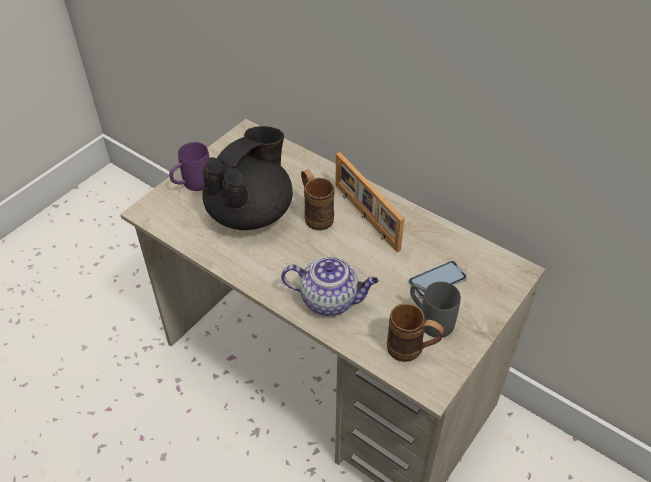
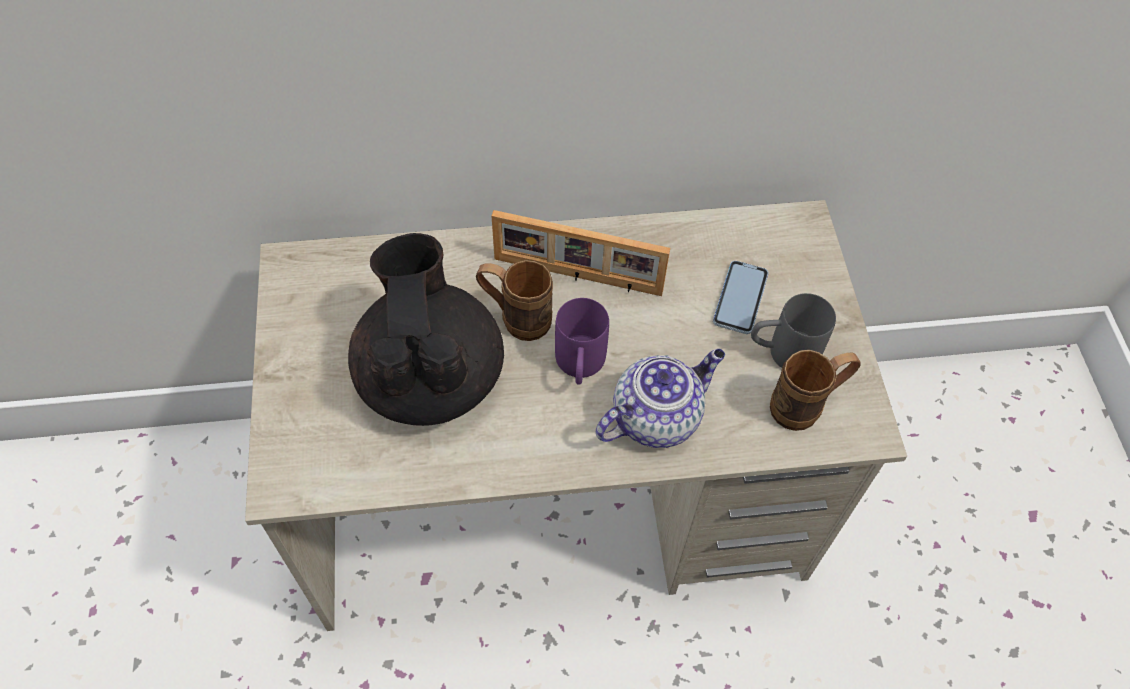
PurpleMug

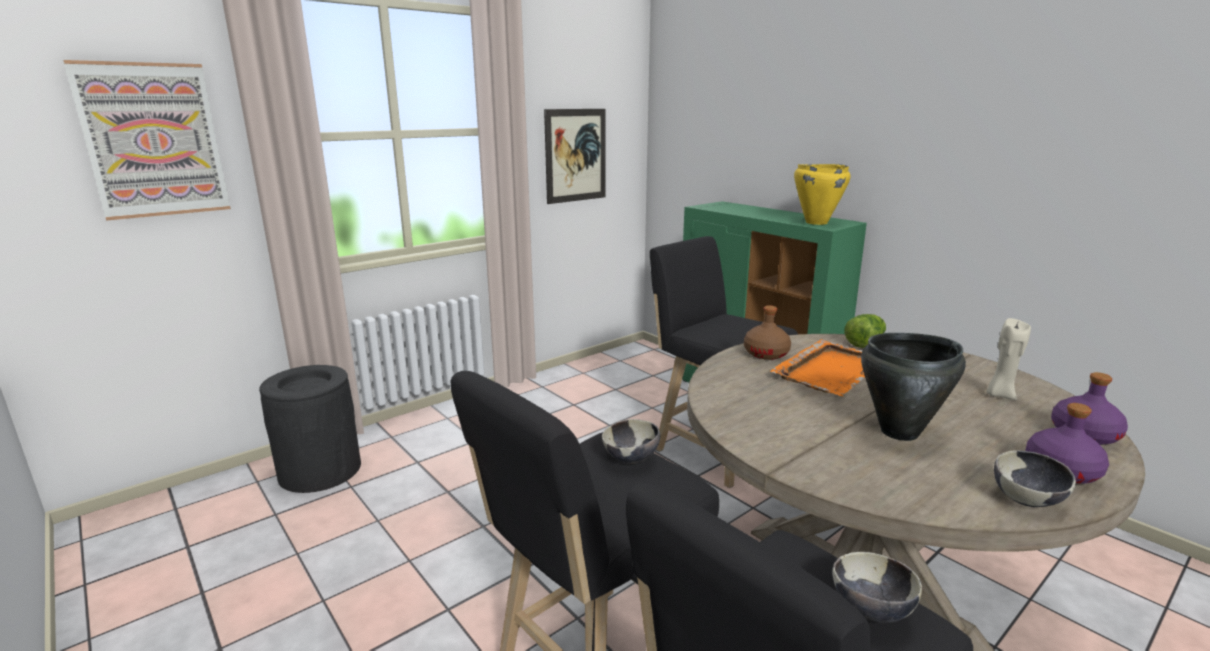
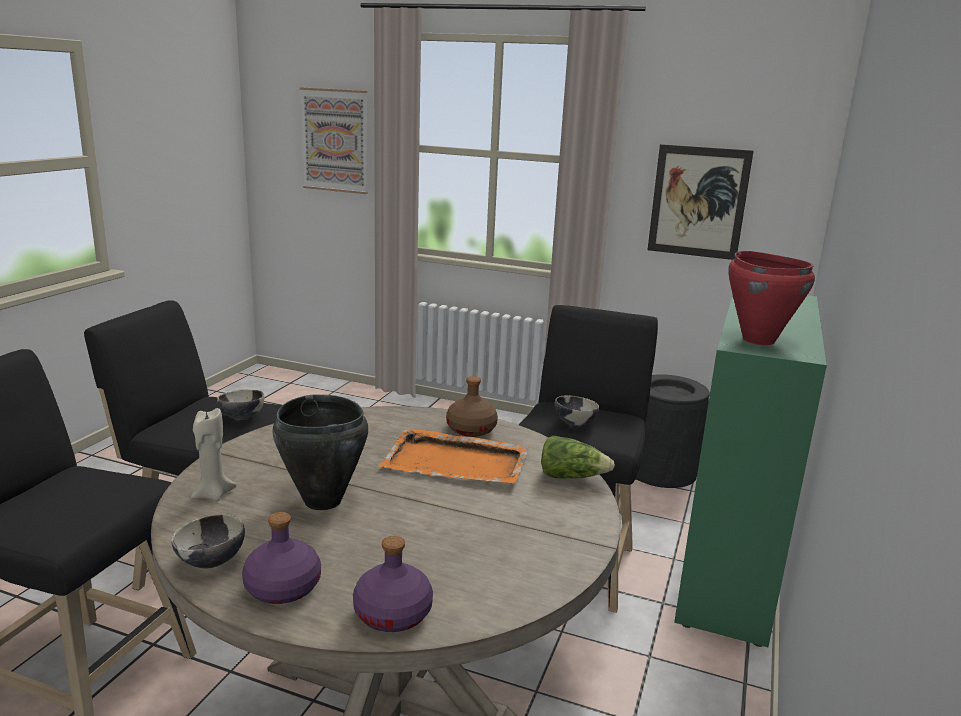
BeigeCandle
Bowl (3rd from left)
BlackTrashCan
RedCookingPot

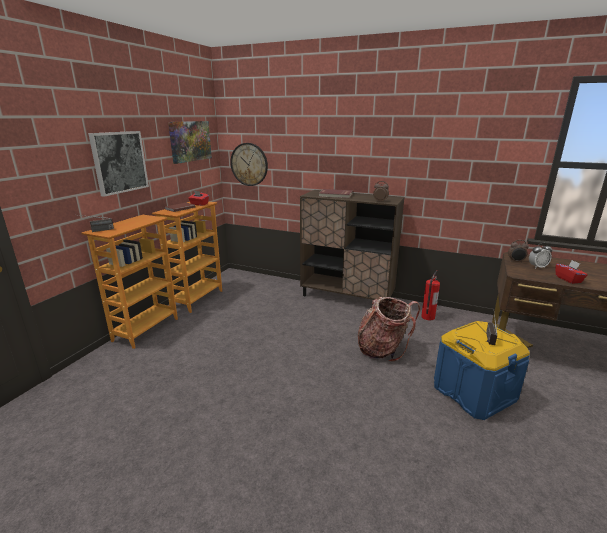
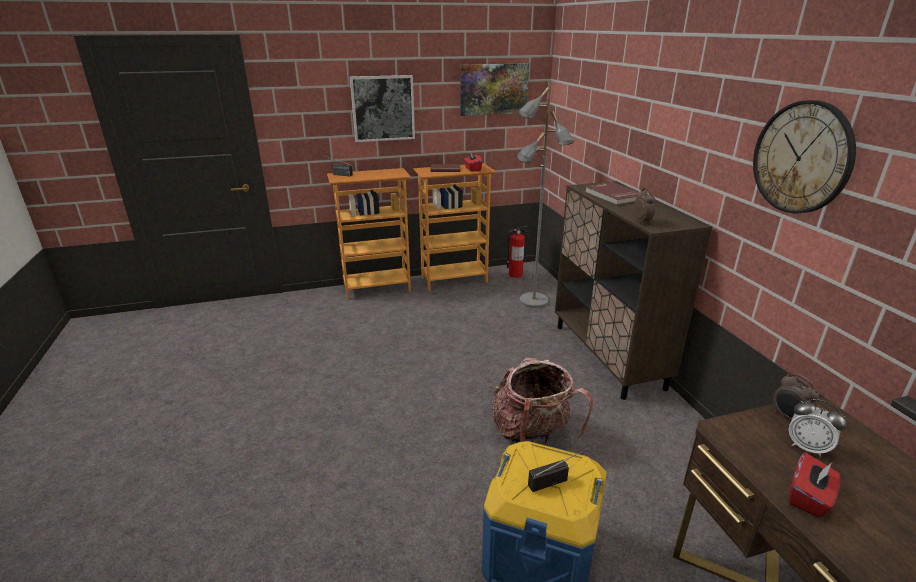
FireExtinguisher
GreyFloorLamp
WallClock

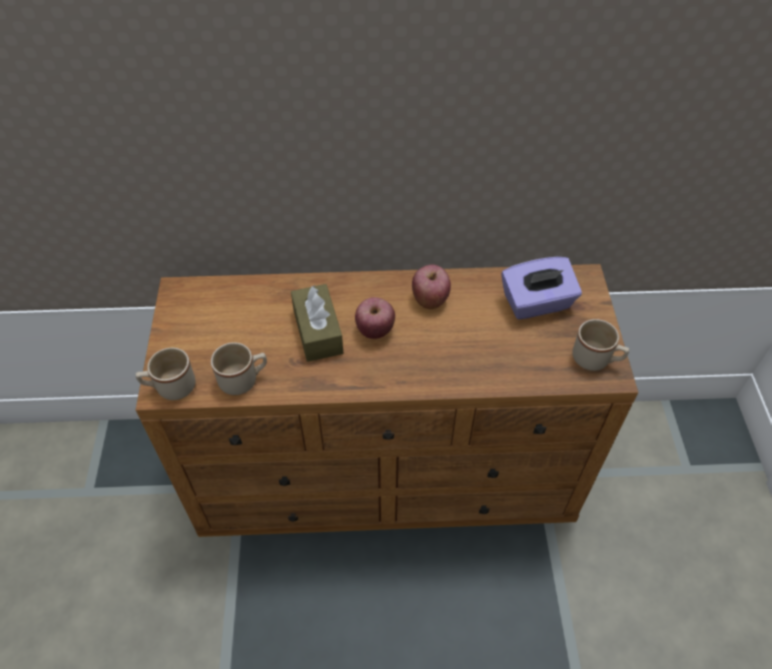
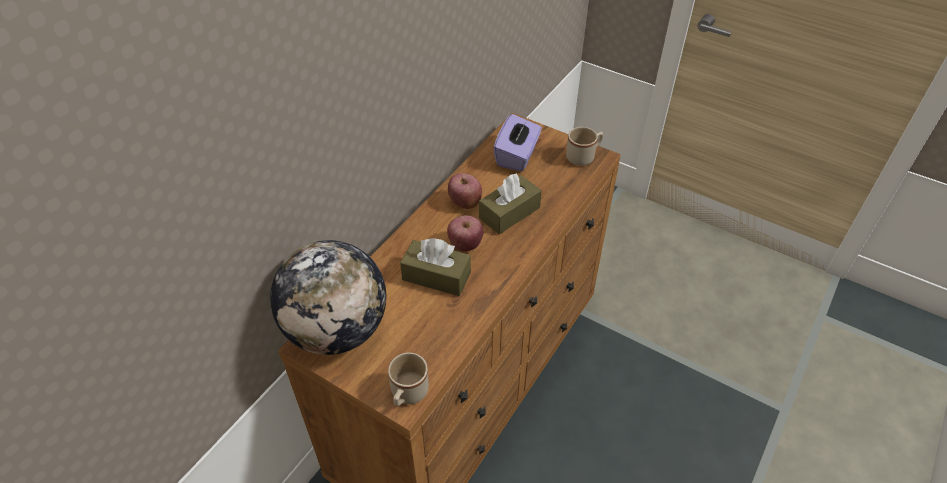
Globe
BrownTissueBox (2nd from left)
BeigeMug (2nd from left in the first image)

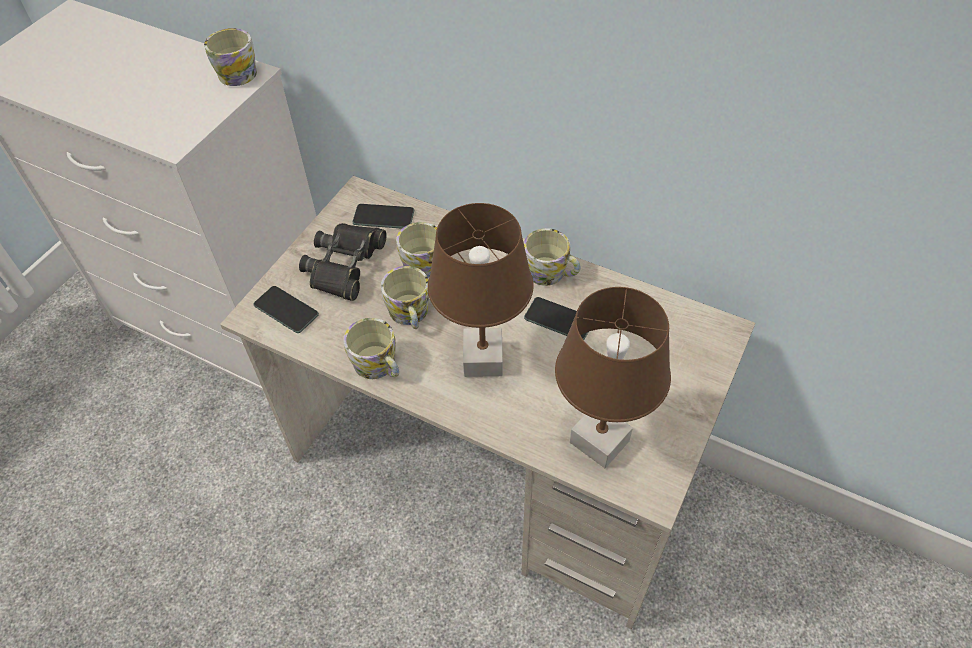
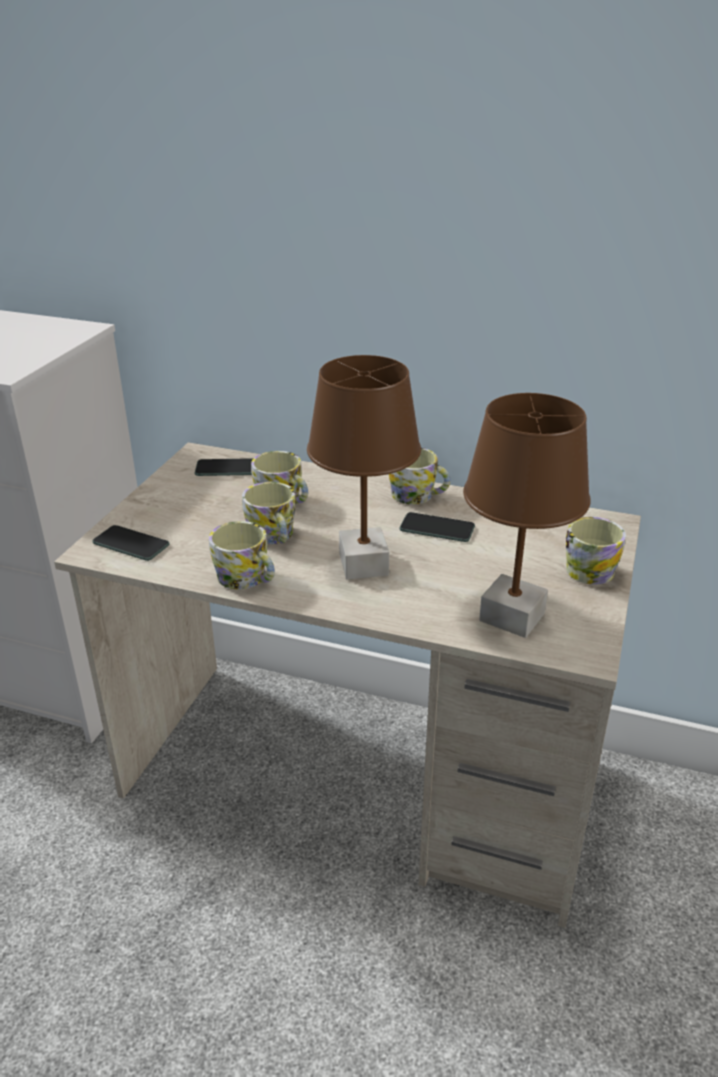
Mug (5th from left)
BlackBinoculars

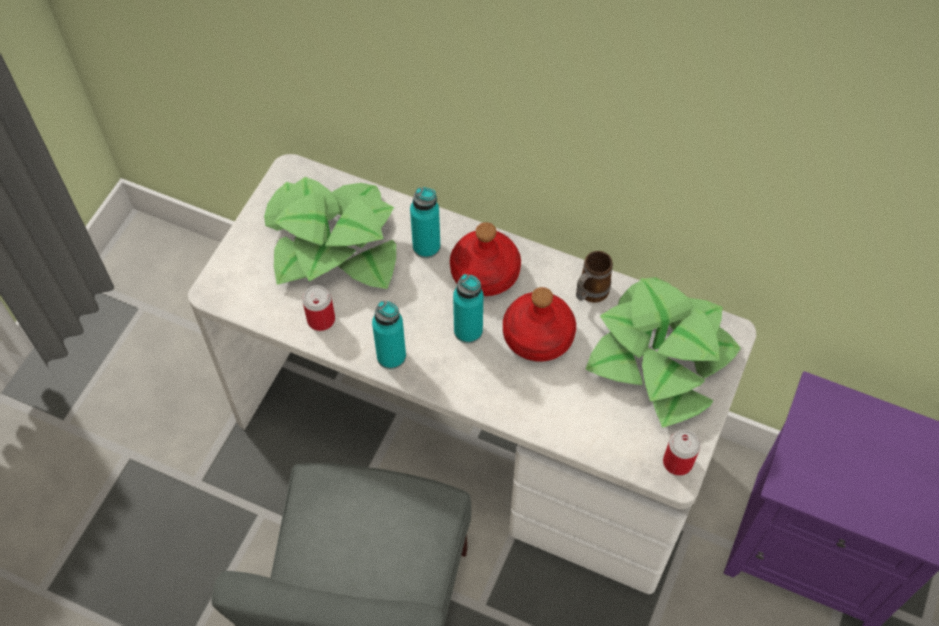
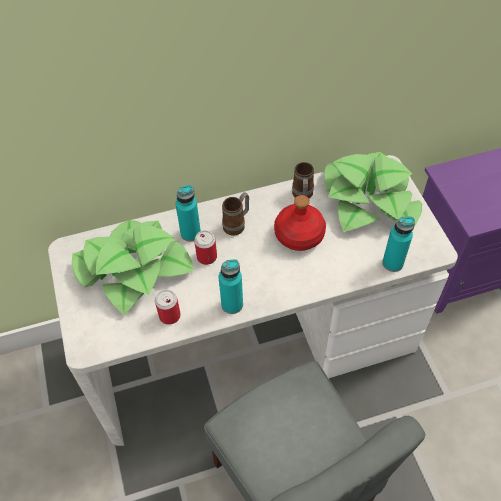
Can (2nd from left)
Mug (1st from left)
TurquoiseBottle (3rd from left)

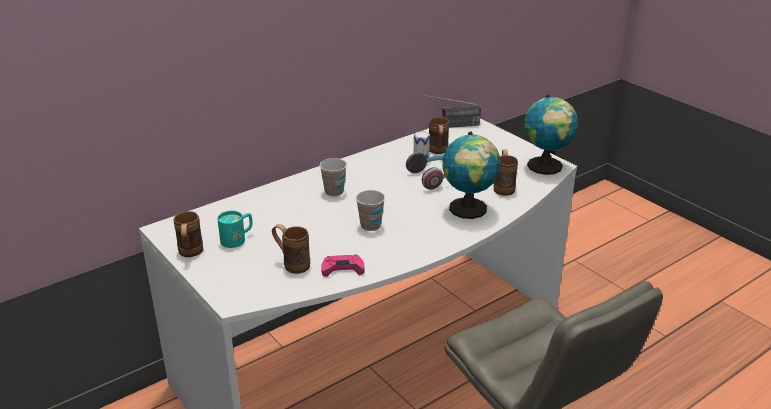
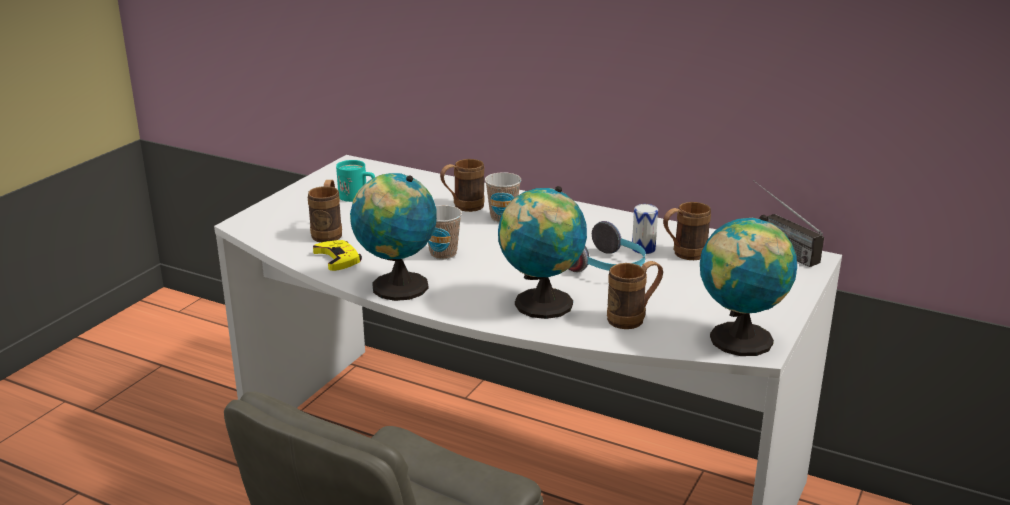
YellowGameController
Globe (1st from left)
BrownMug (2nd from left)

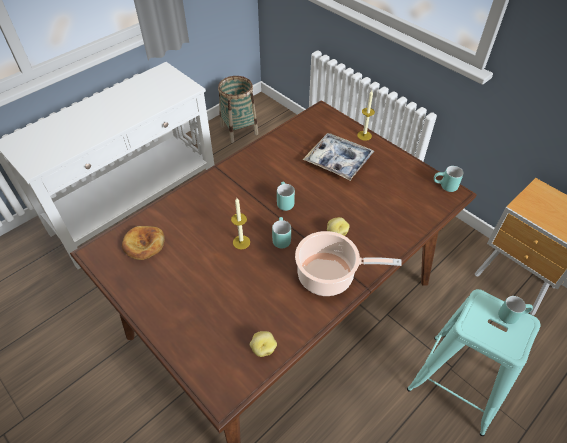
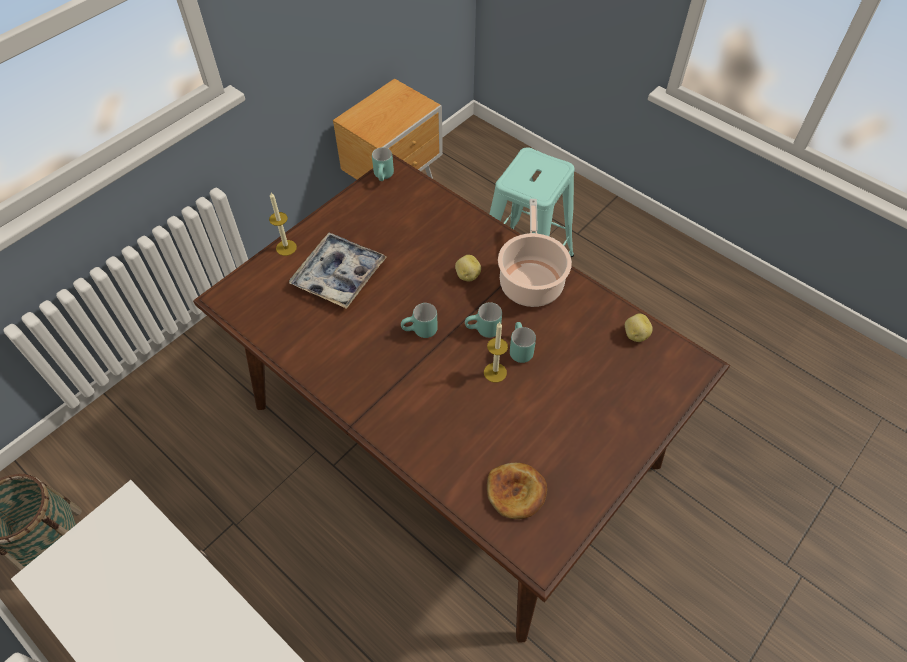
TurquoiseMug (4th from left)

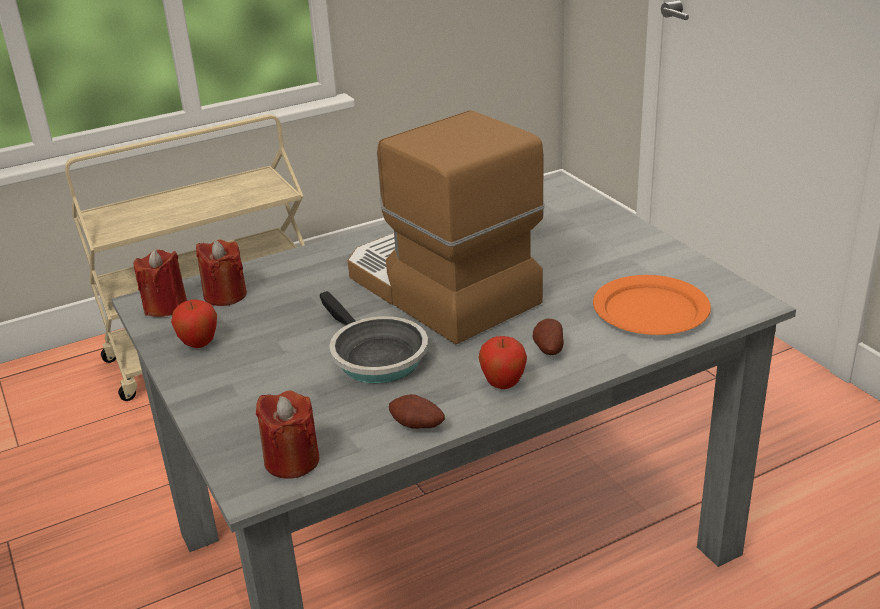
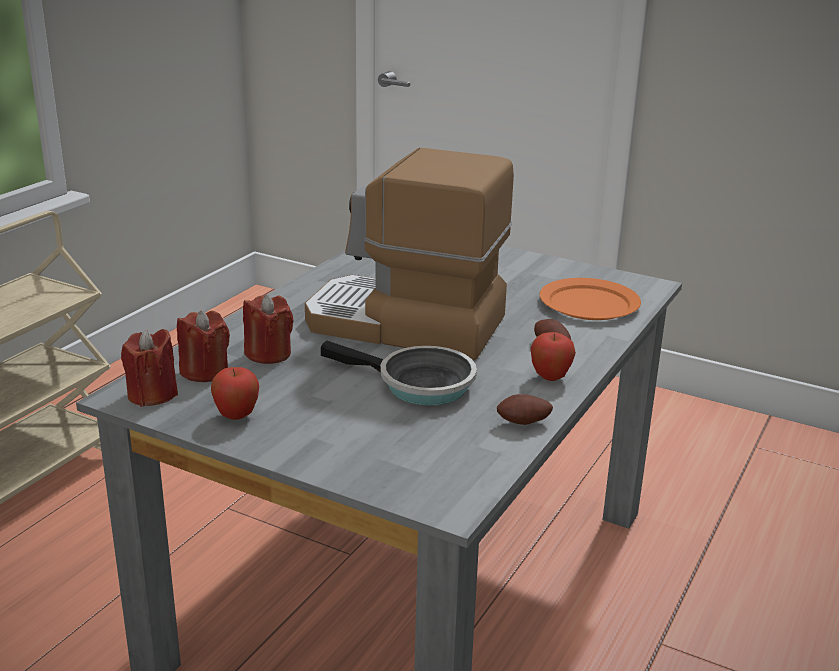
RedCandle (3rd from left)

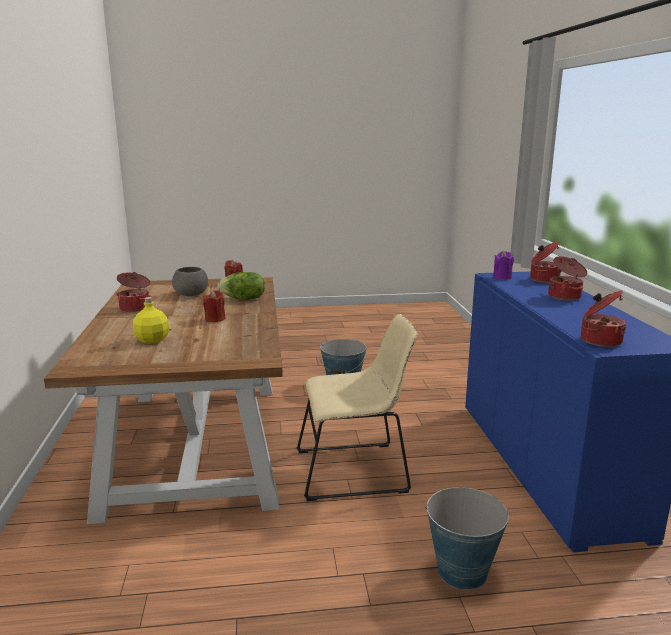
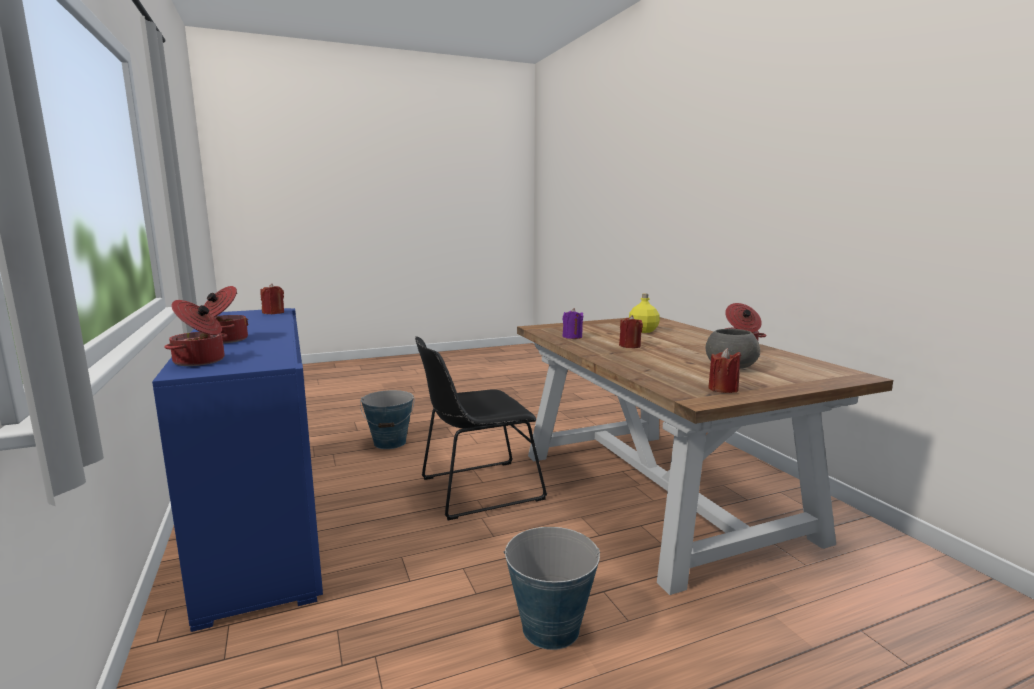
RedCandle (1st from left)
BlackChair
PurpleCandle
Lettuce

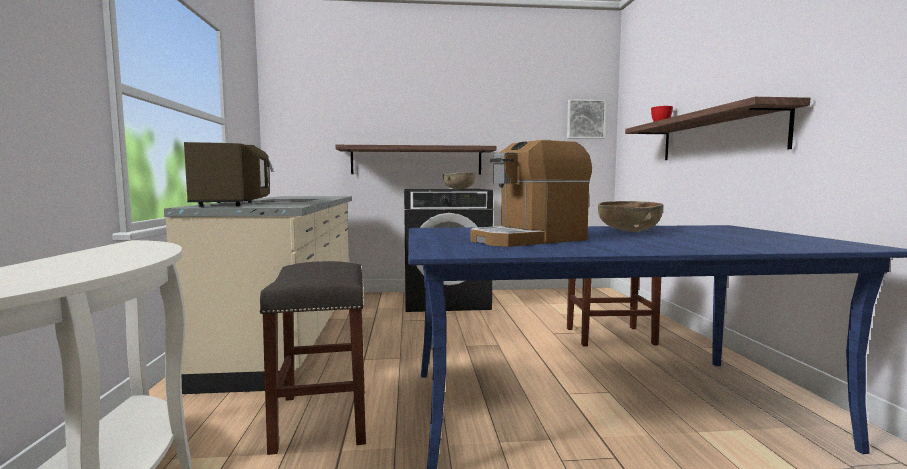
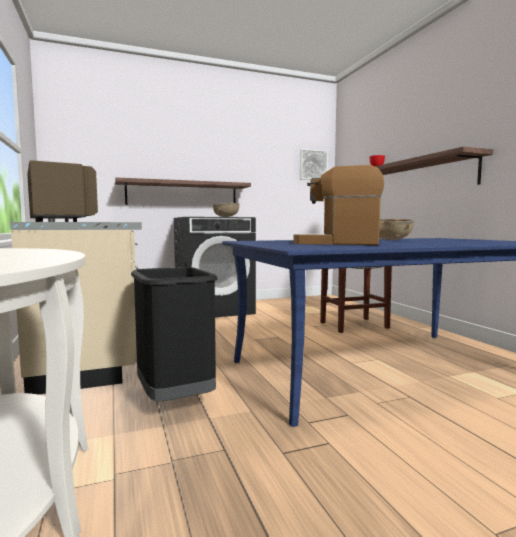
BlackTrashCan
CoffeeMachine

